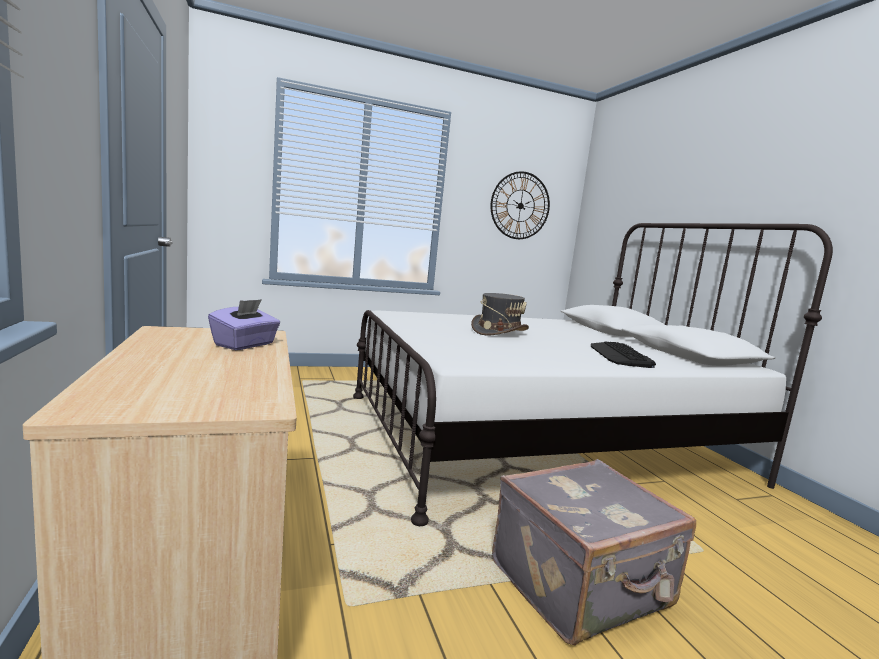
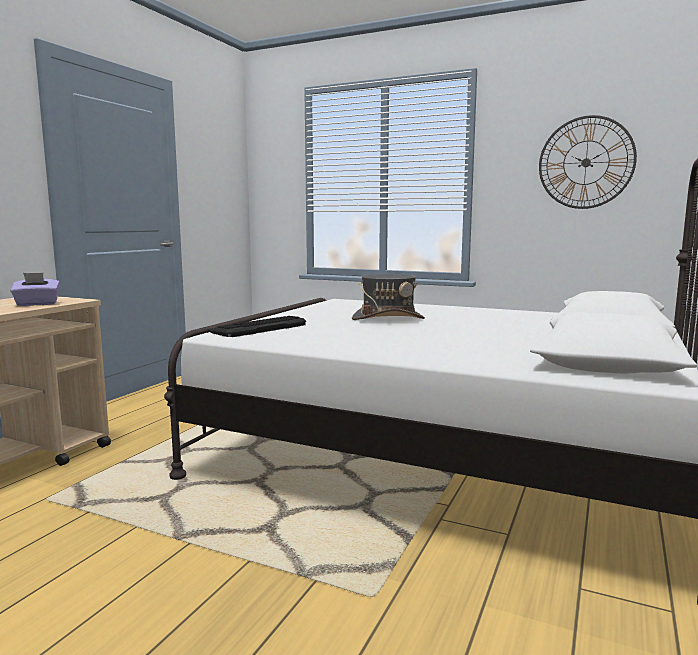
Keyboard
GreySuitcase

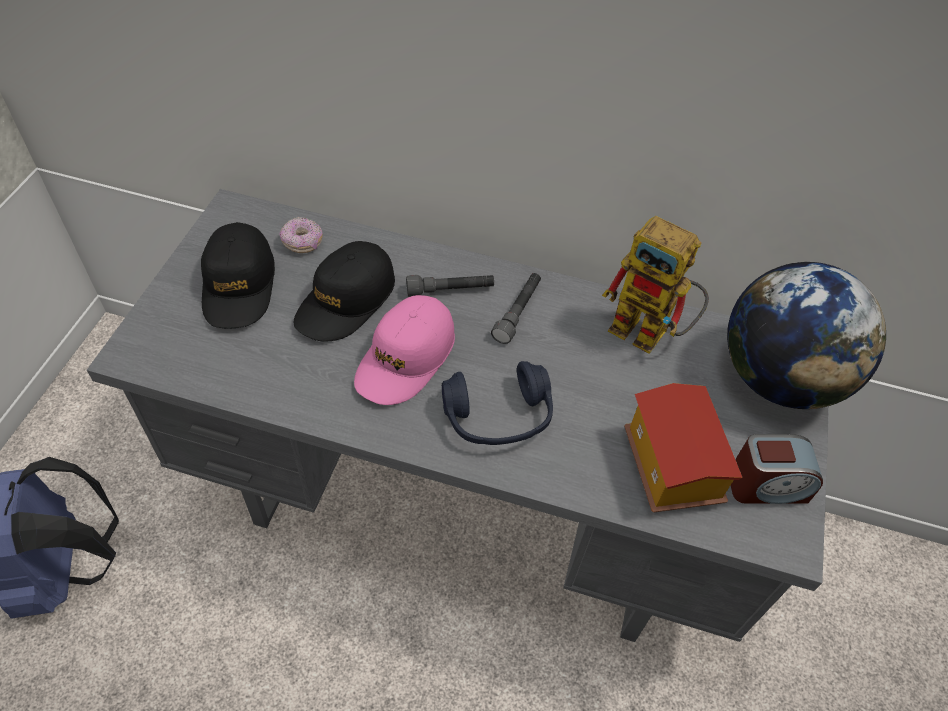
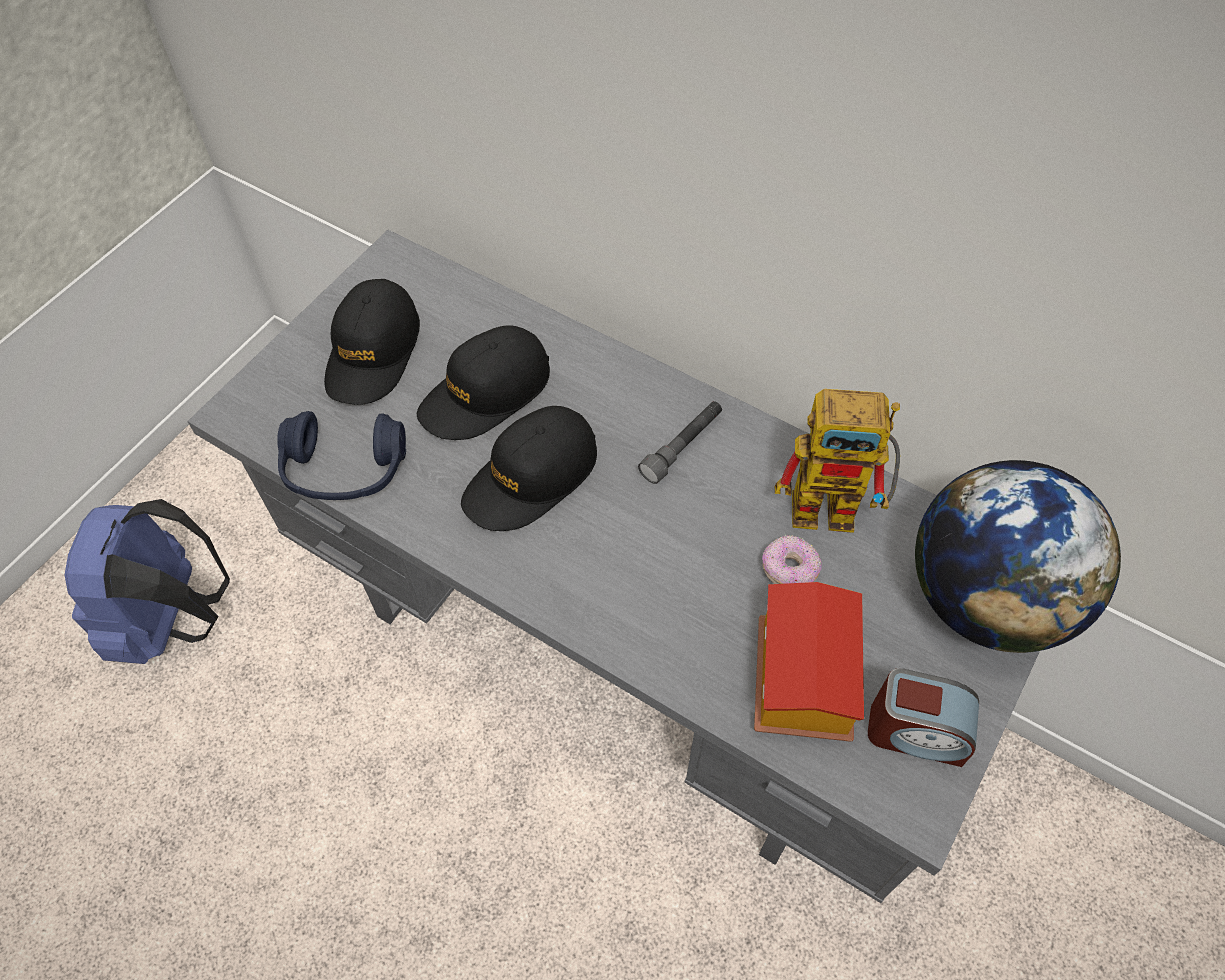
BlueHeadphones
BlackCap (3rd from left)
Donut
ToyRobot
GreyFlashlight (1st from left in the first image)

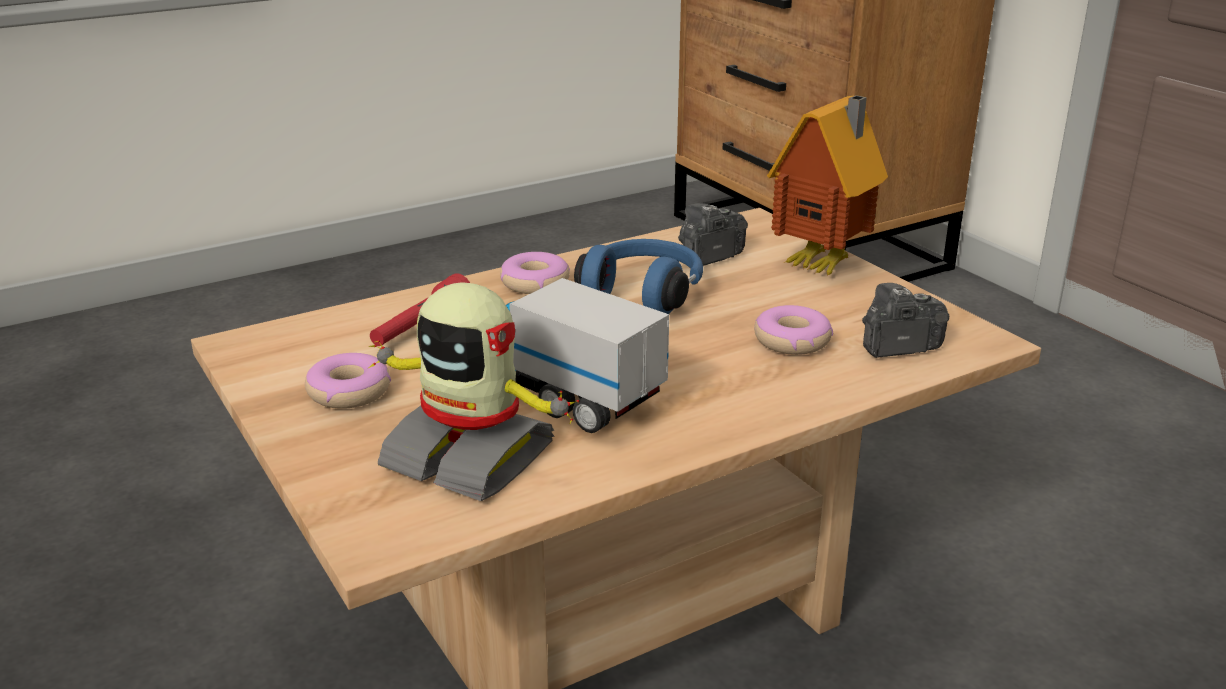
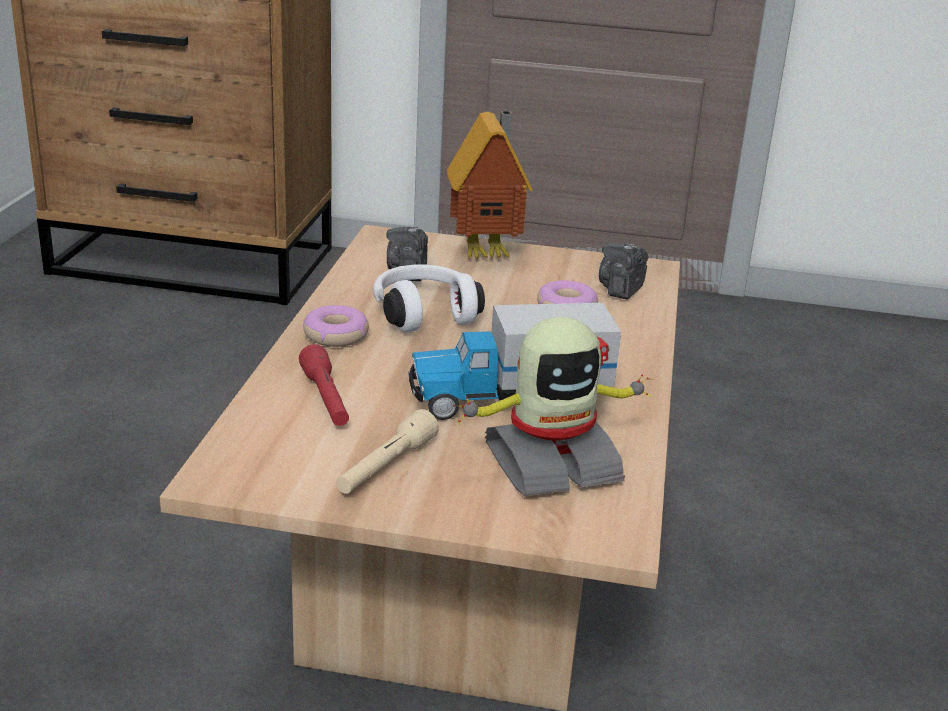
BeigeFlashlight
WhiteHeadphones

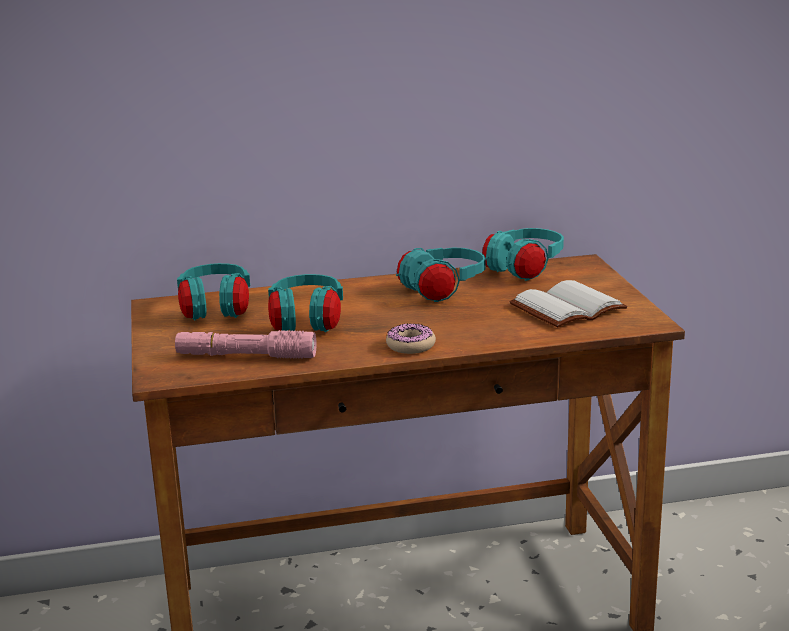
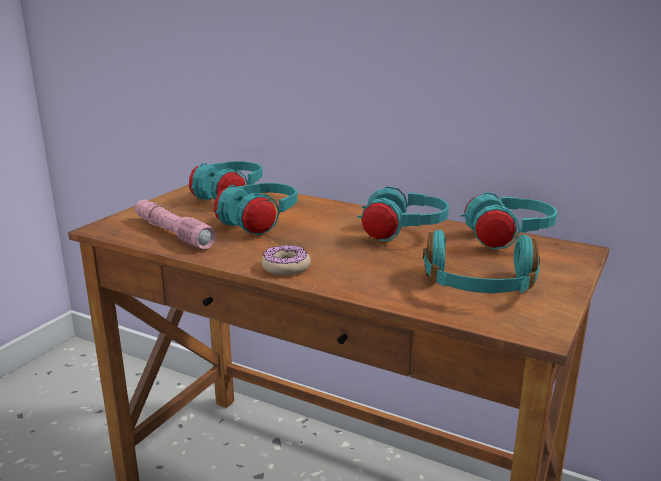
TurquoiseHeadphones (4th from left)

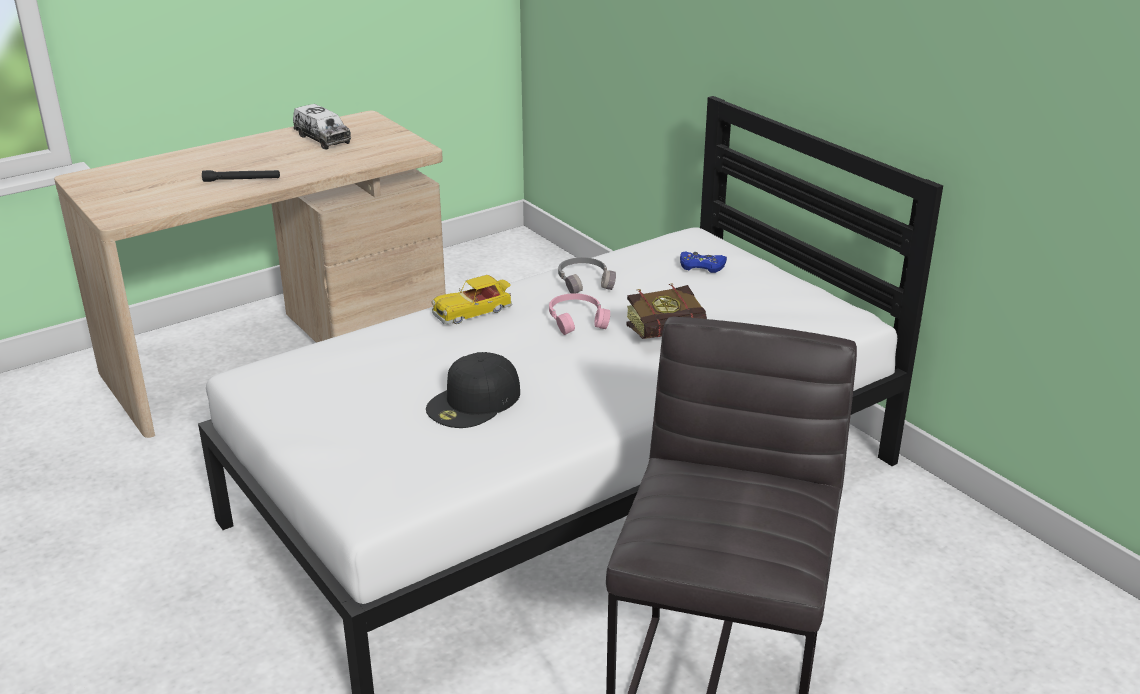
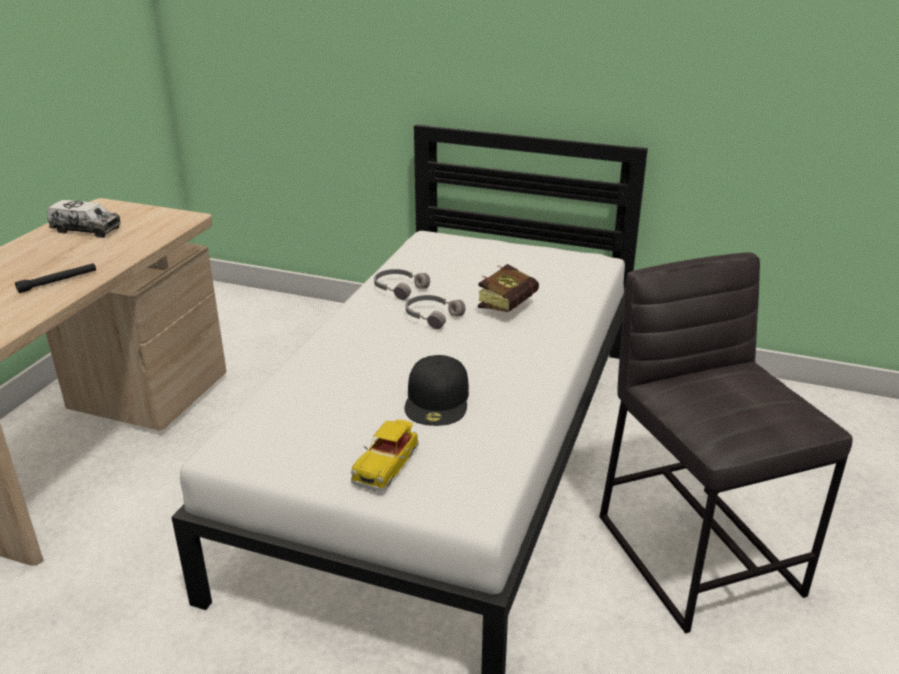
ToyCar
GreyHeadphones (2nd from left)
BlueGameController

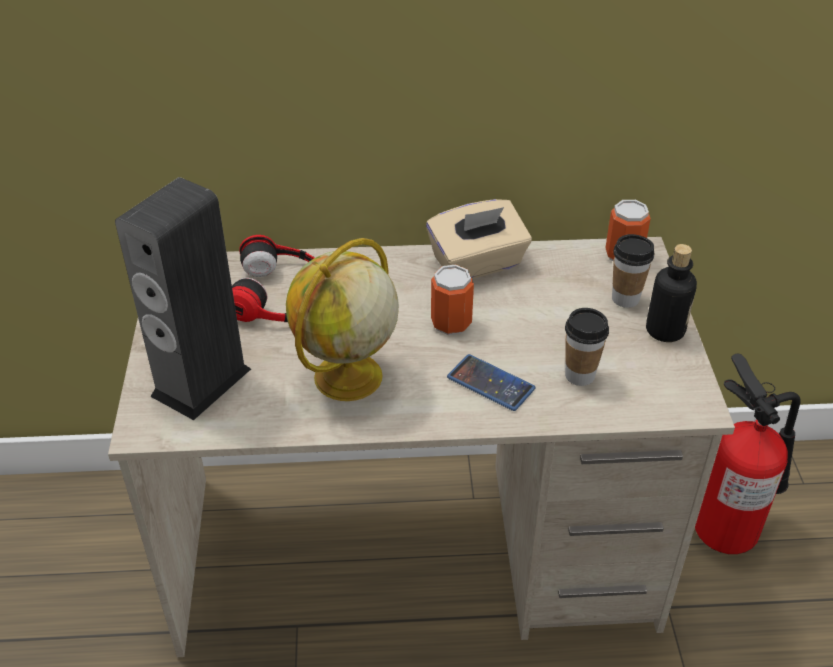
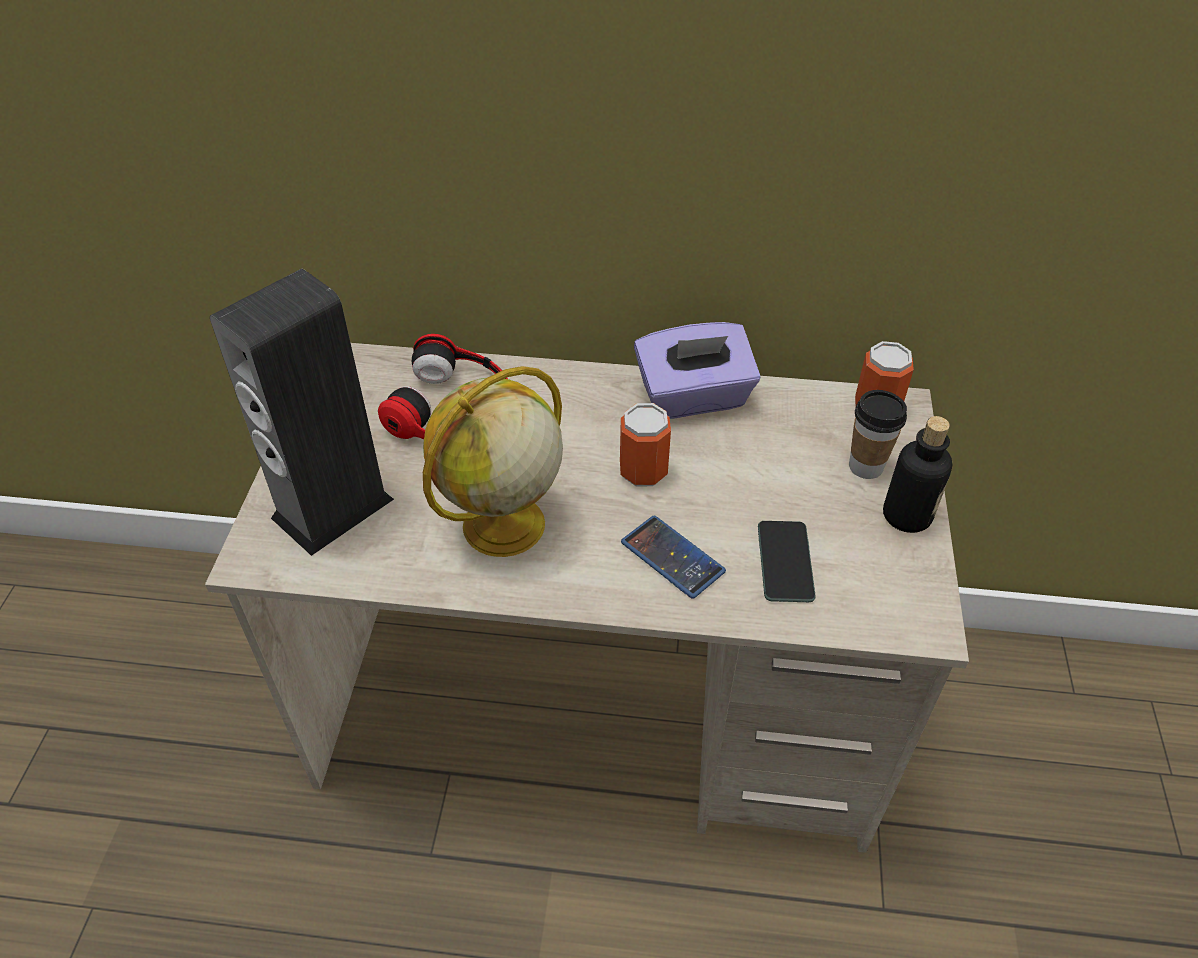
PurpleTissueBox
Phone (2nd from left)
FireExtinguisher

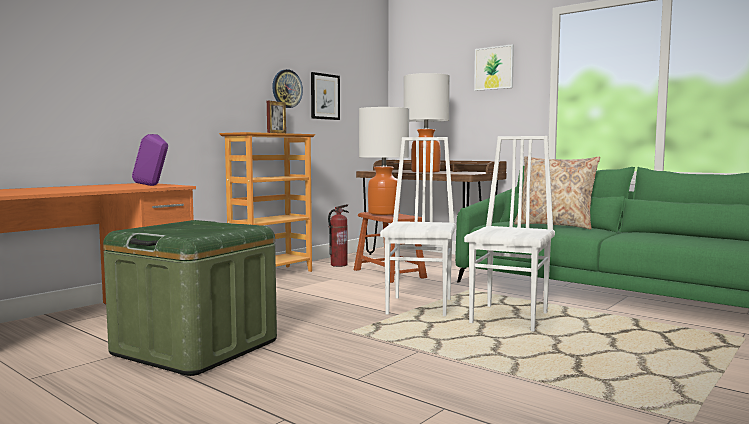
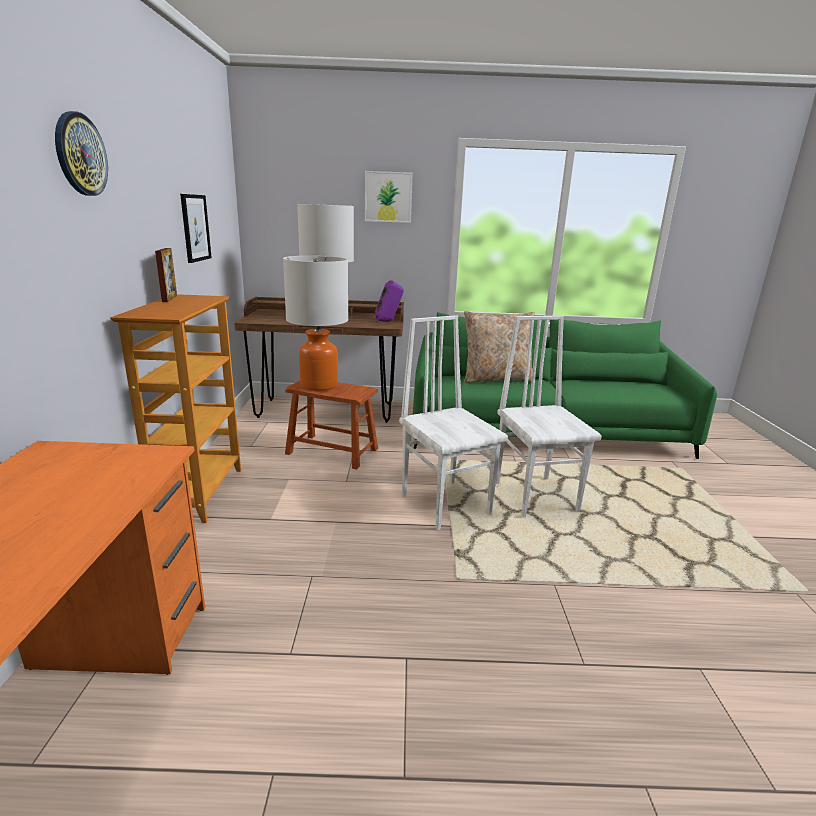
WallClock
PurpleSpeaker
GreenStorageBox
FireExtinguisher

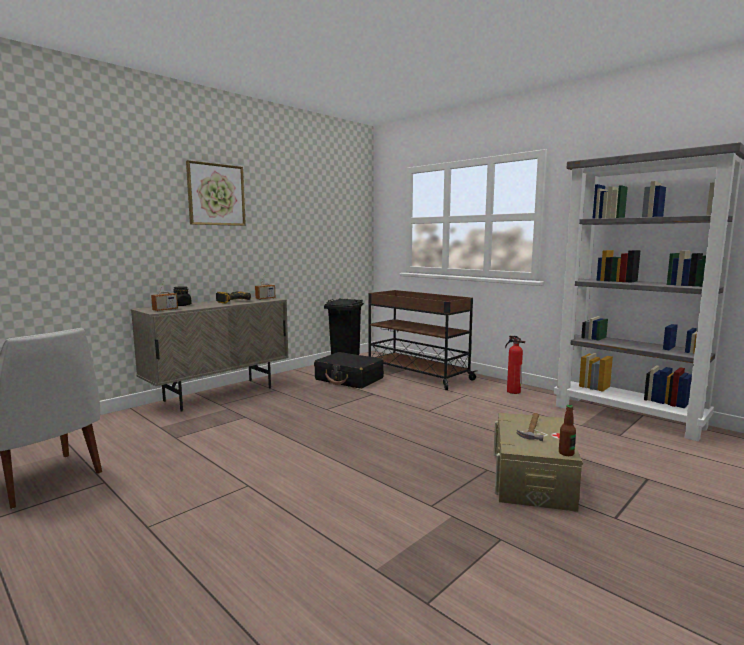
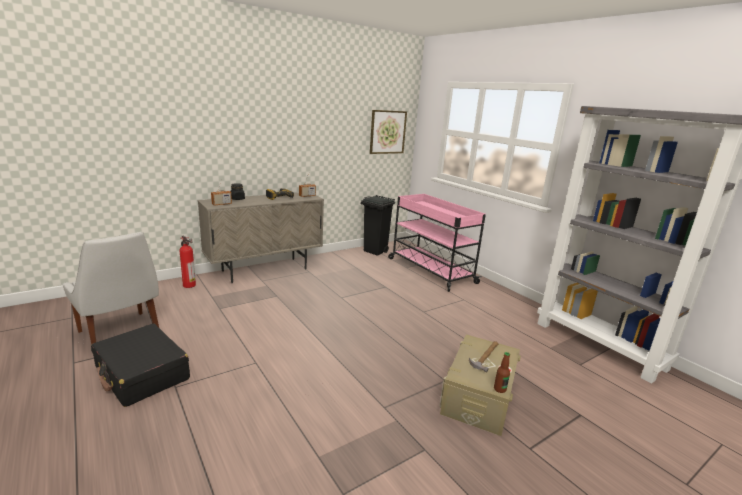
BlackSuitcase
FireExtinguisher
Picture
PinkCart

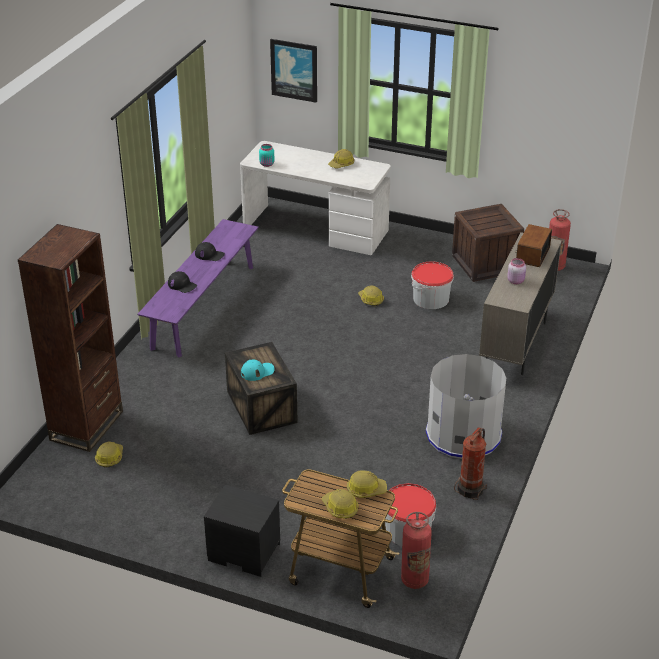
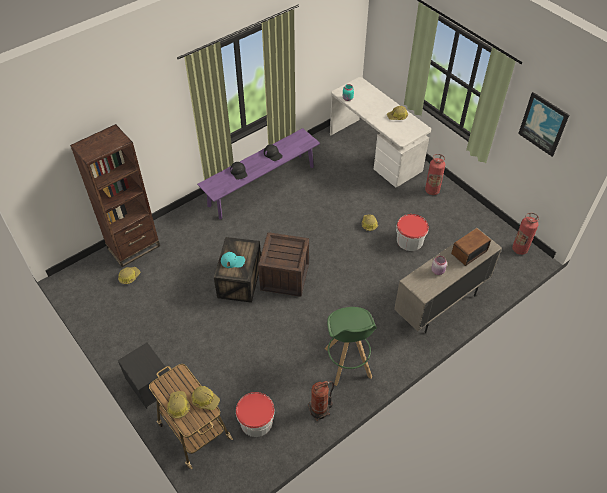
Crate (2nd from left)
GreenStool
FireExtinguisher (2nd from left)
Picture

